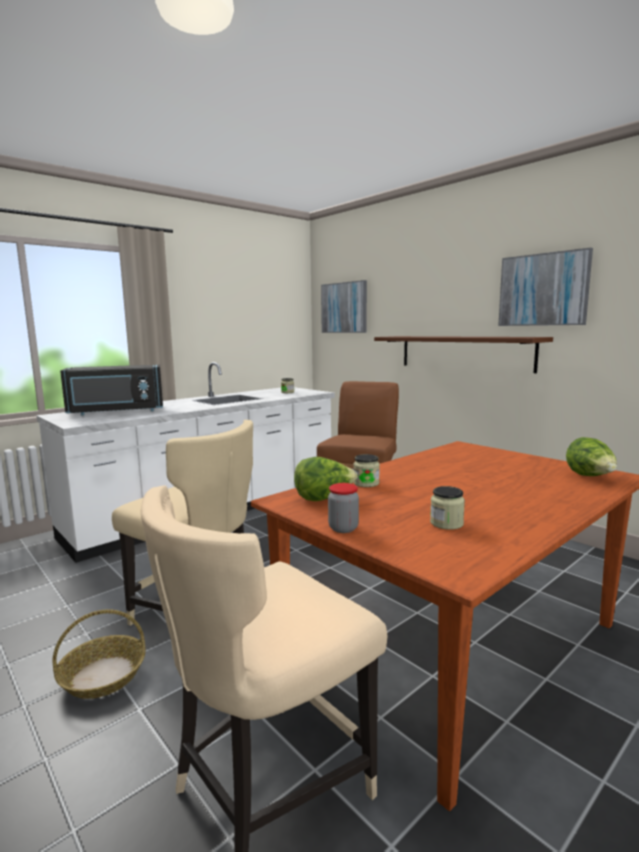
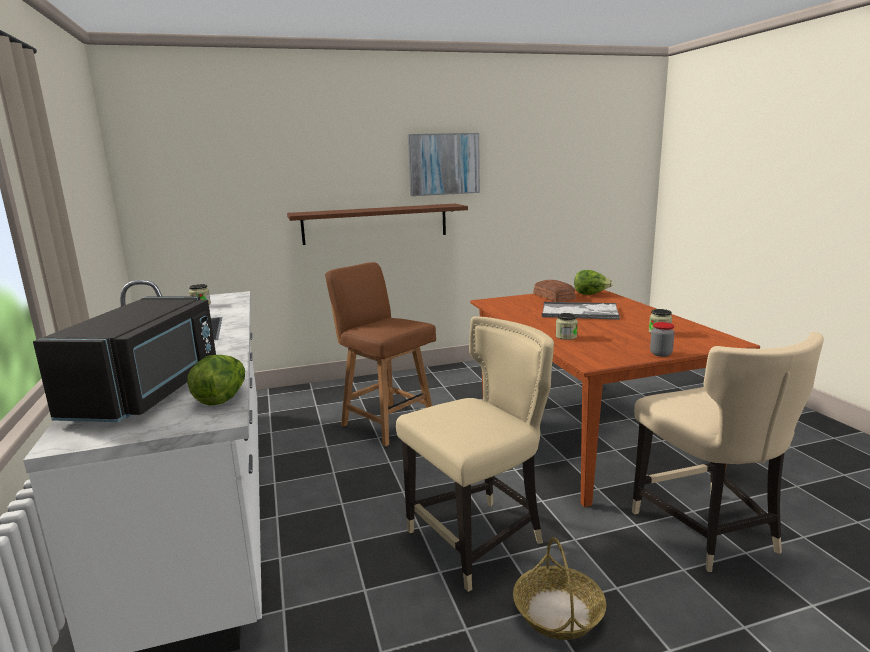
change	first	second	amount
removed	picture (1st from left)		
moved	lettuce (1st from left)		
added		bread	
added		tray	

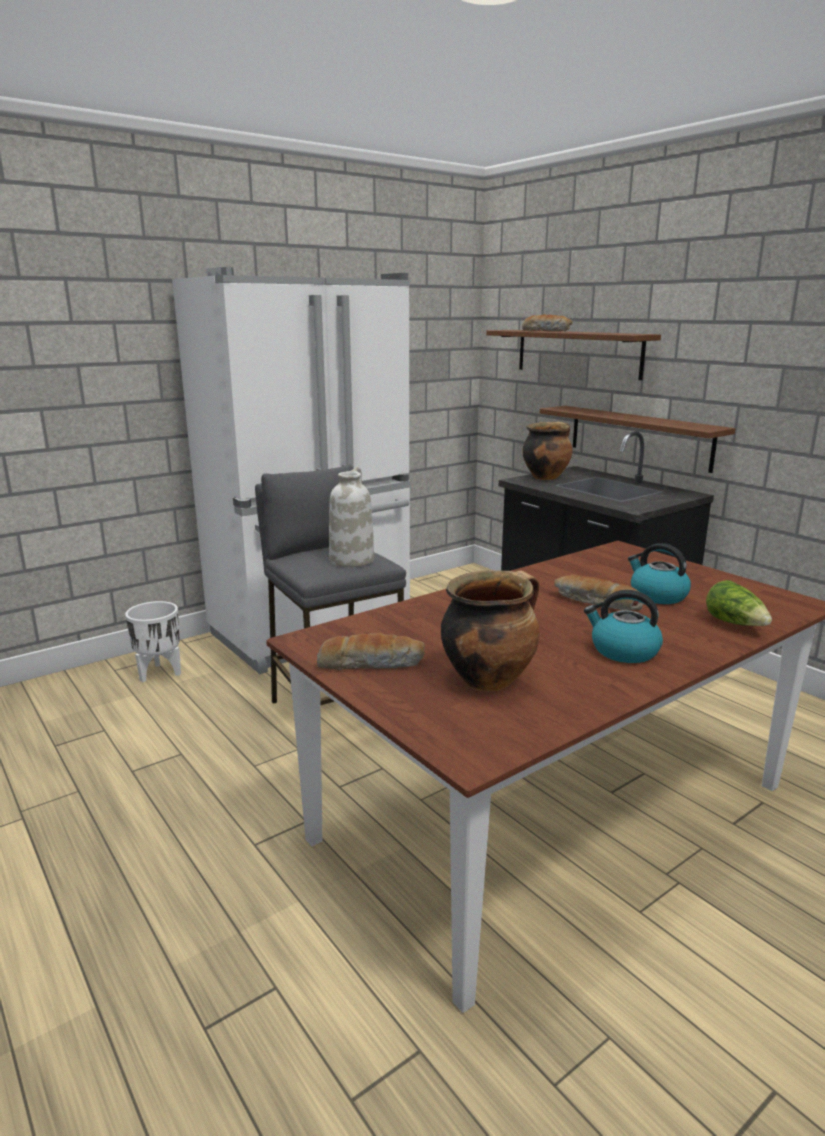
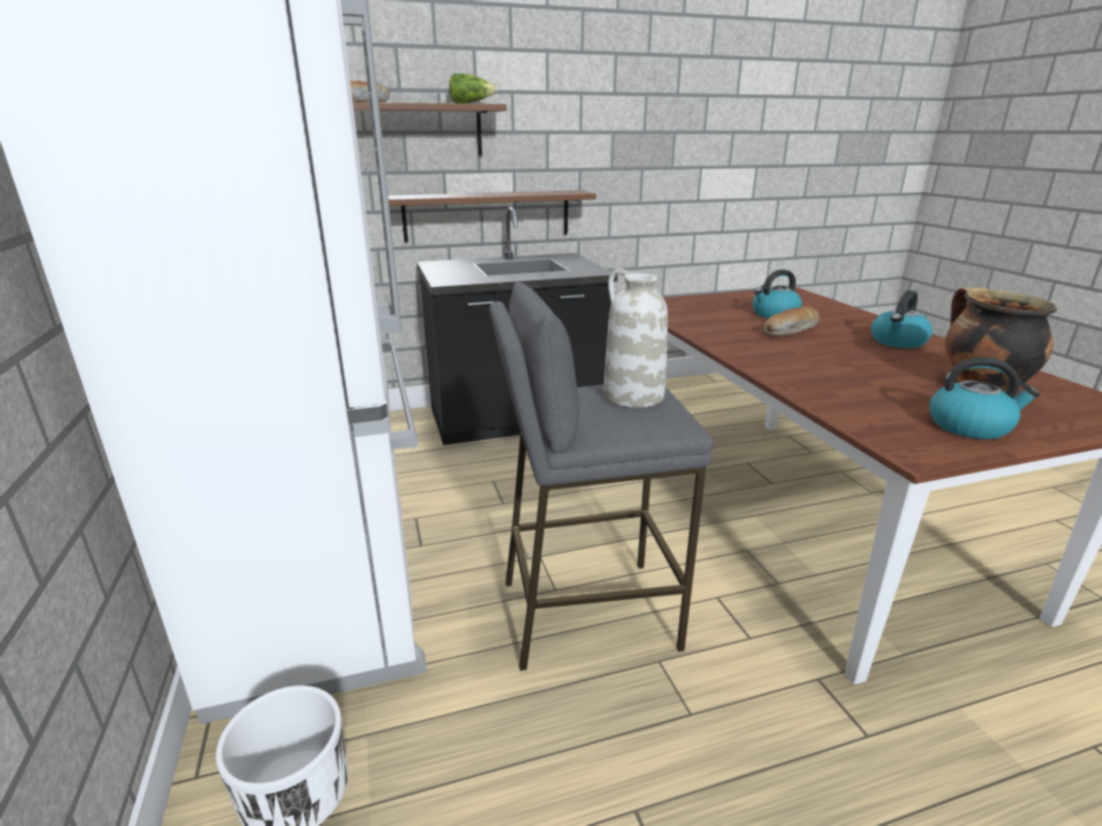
change	first	second	amount
removed	cooking pot (2nd from left)		
moved	lettuce		
replaced	bread (1st from left)	kettle (3rd from left)	

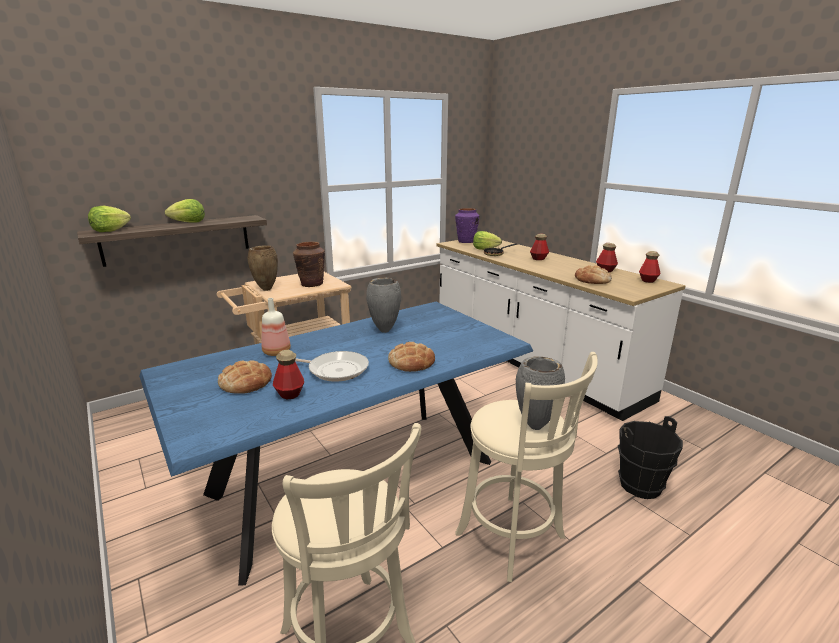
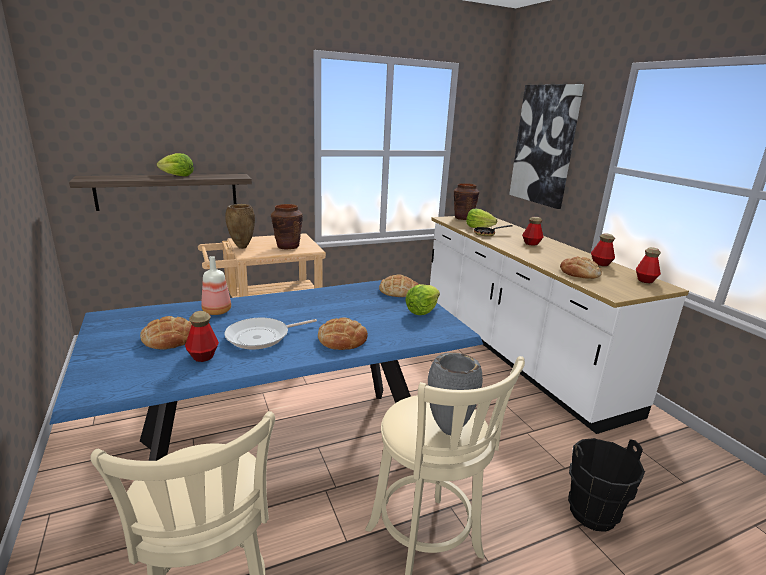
change	first	second	amount
moved	lettuce (1st from left in the first image)	lettuce (2nd from left)	
recoloured	purple vase	brown vase (3rd from left)	
removed	grey vase (1st from left)		
turned	frying pan (1st from left)		120 degrees clockwise
added		picture	
added		bread (3rd from left)	

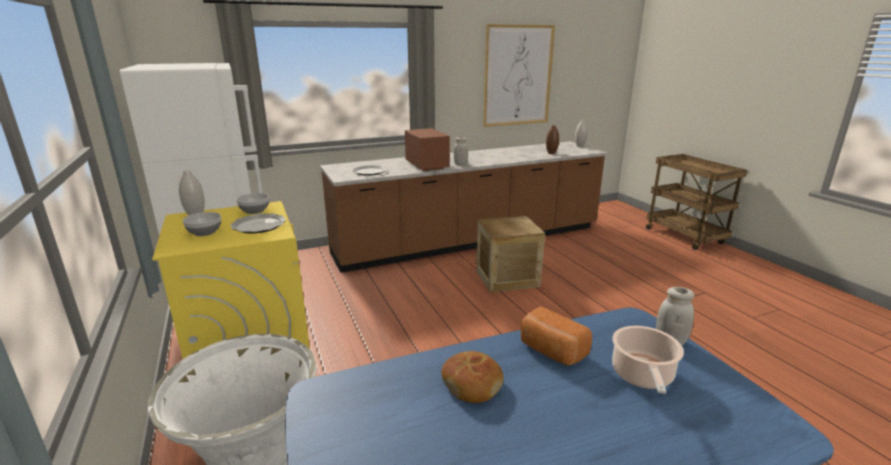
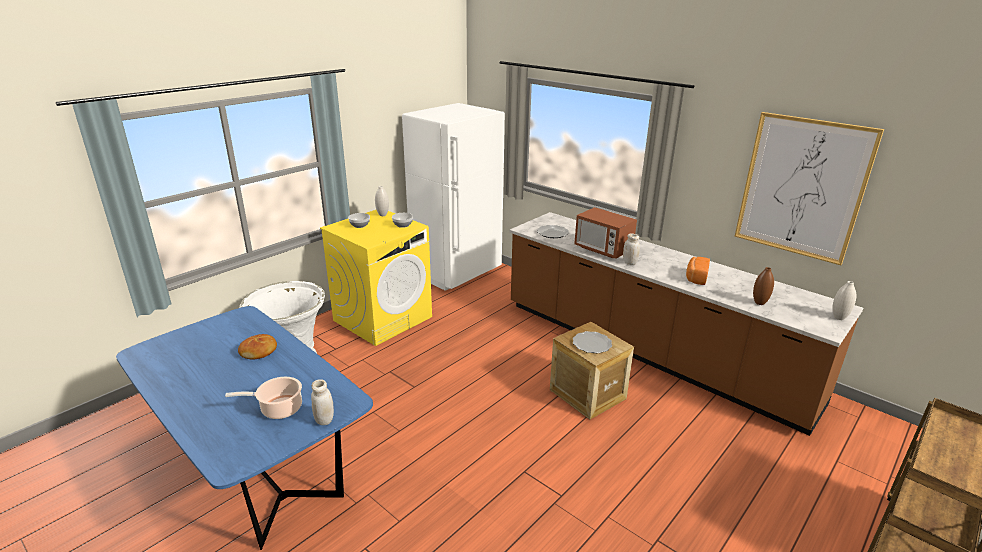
change	first	second	amount
turned	microwave		90 degrees clockwise
moved	plate (1st from left in the first image)	plate (2nd from left)	
moved	bread (2nd from left)		

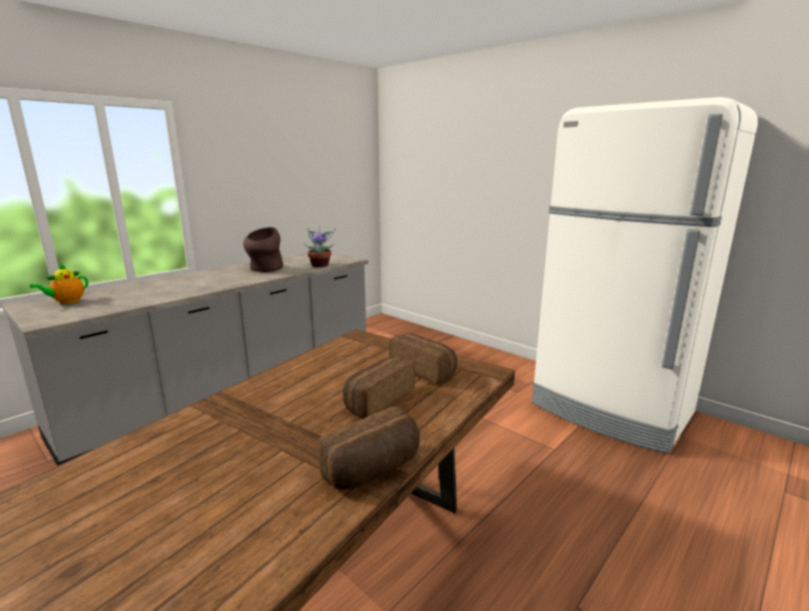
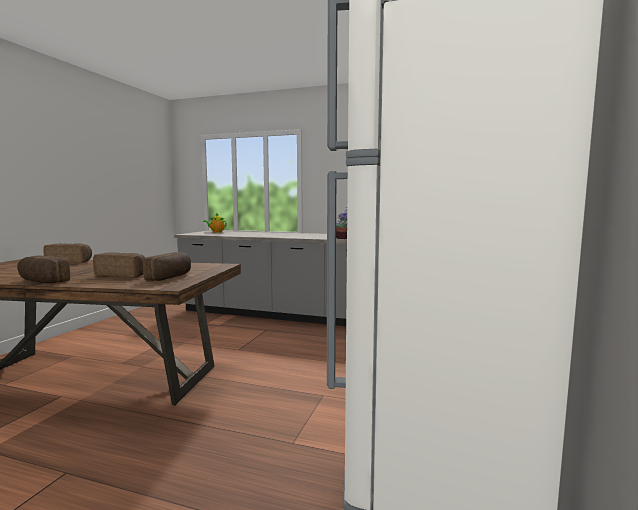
change	first	second	amount
removed	brown vase		
added		bread (2nd from left)	

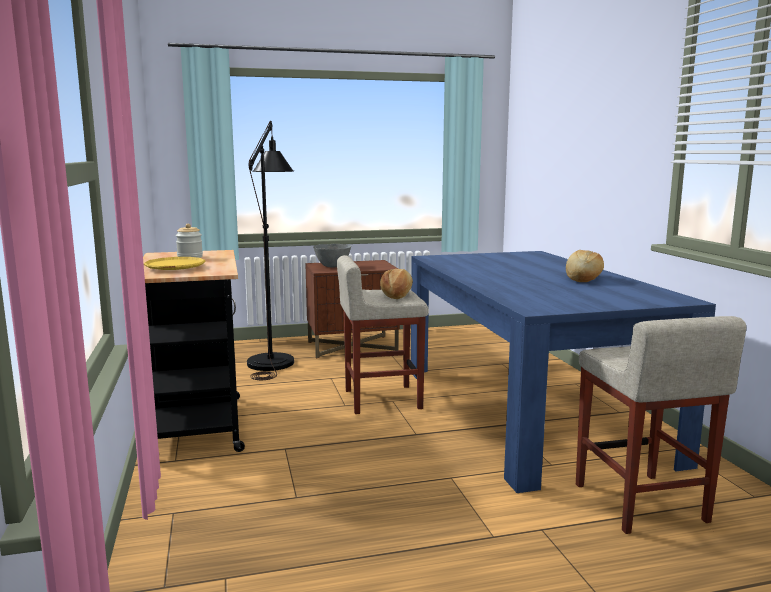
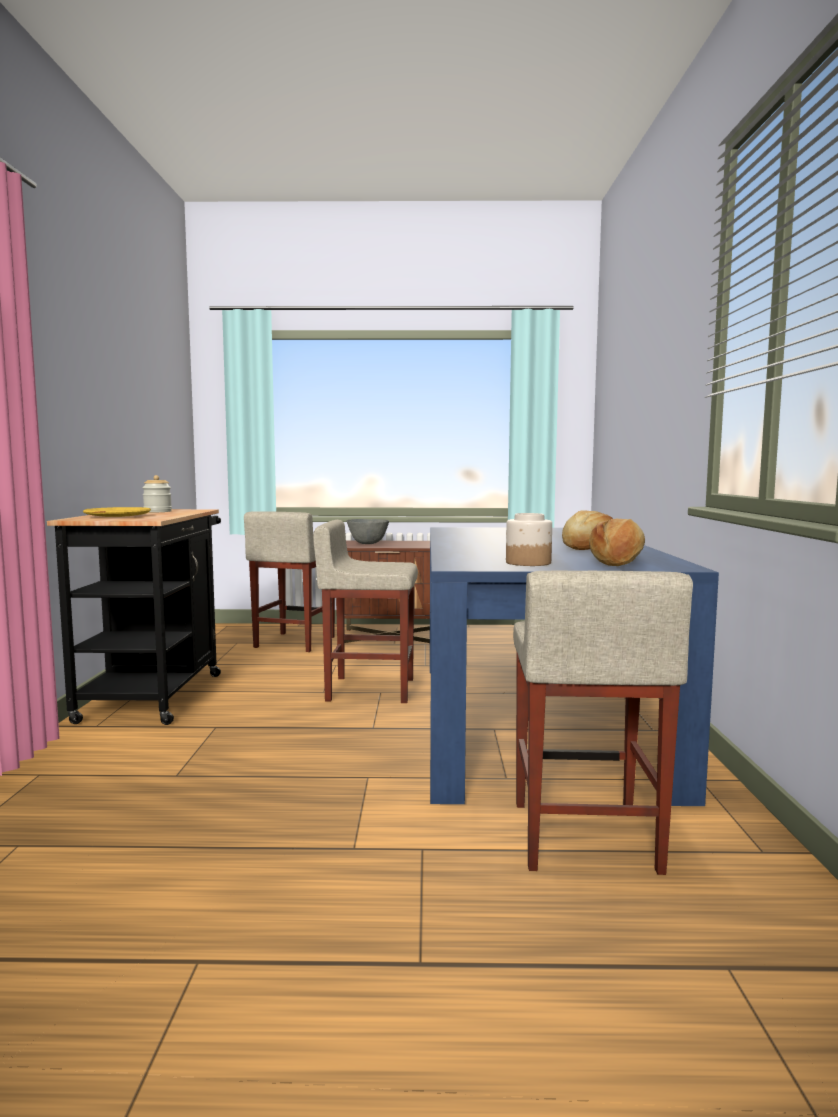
change	first	second	amount
replaced	black floor lamp	beige stool (1st from left)	
moved	bread (1st from left in the first image)	bread (2nd from left)	
added		jar (2nd from left)	

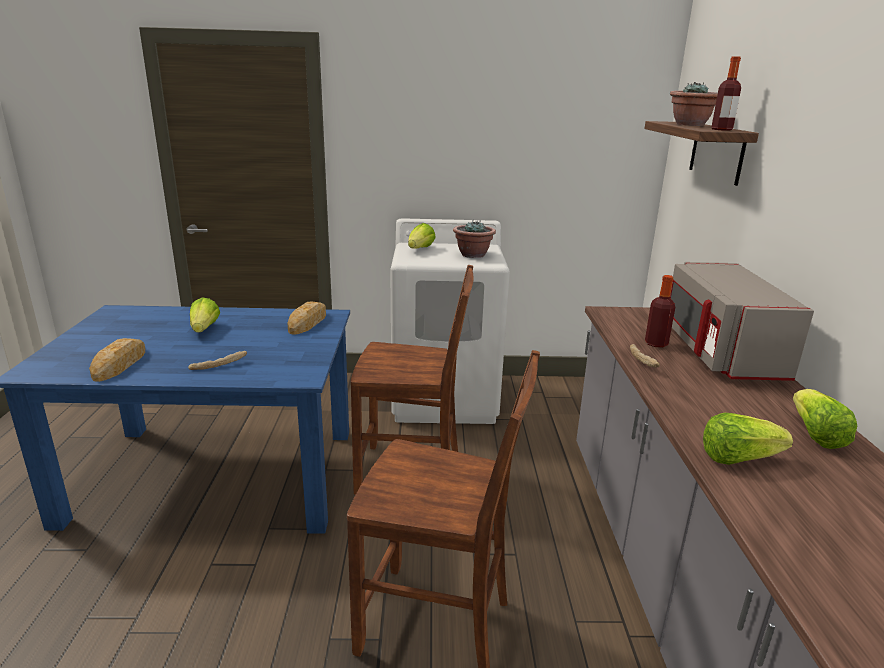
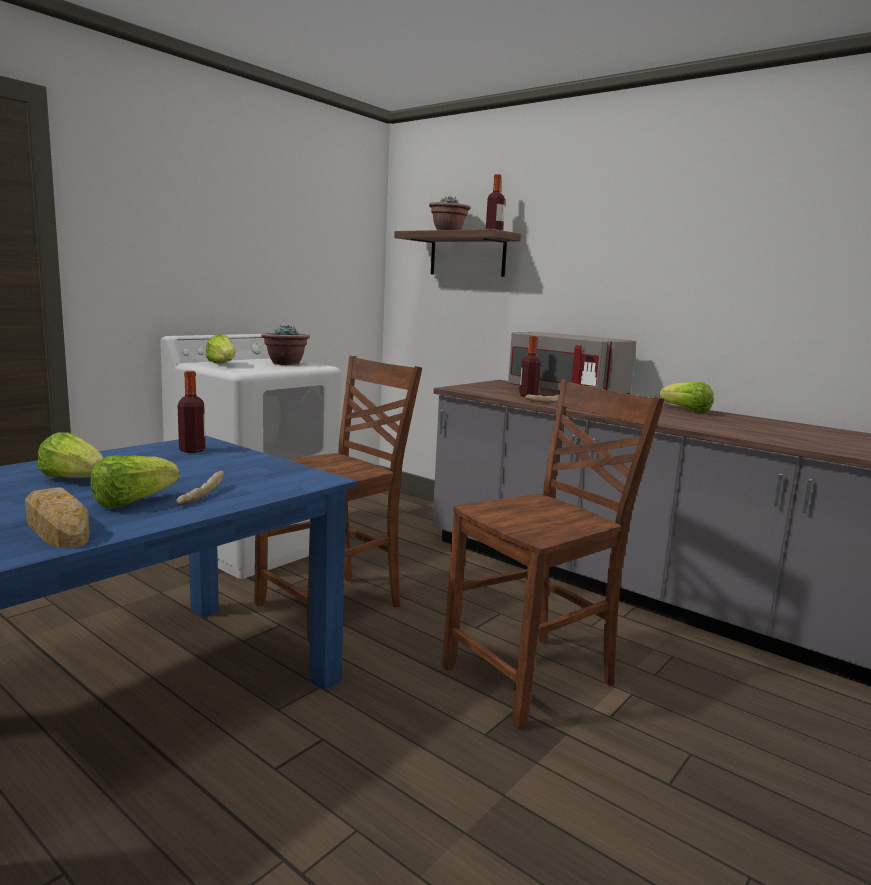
change	first	second	amount
replaced	bread (3rd from left)	bottle (1st from left)	
moved	lettuce (3rd from left in the first image)	lettuce (2nd from left)	

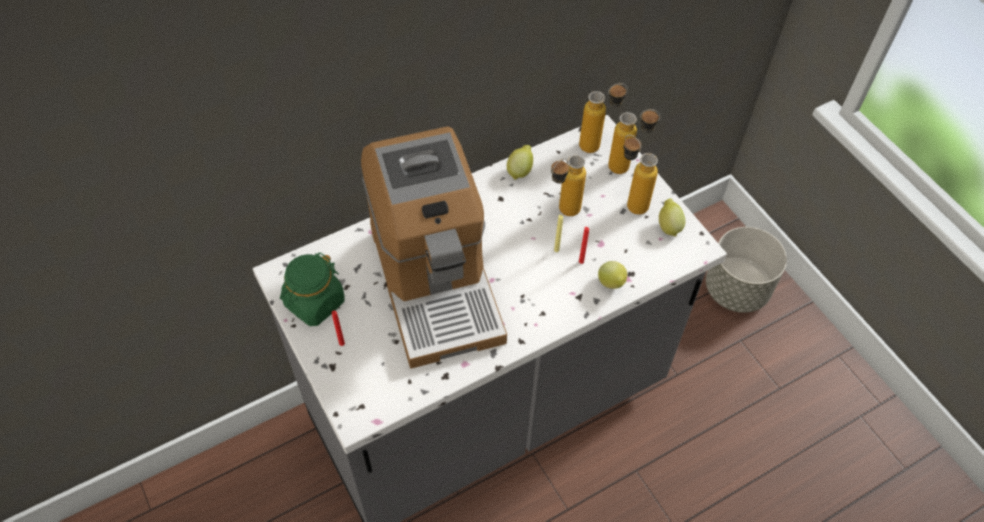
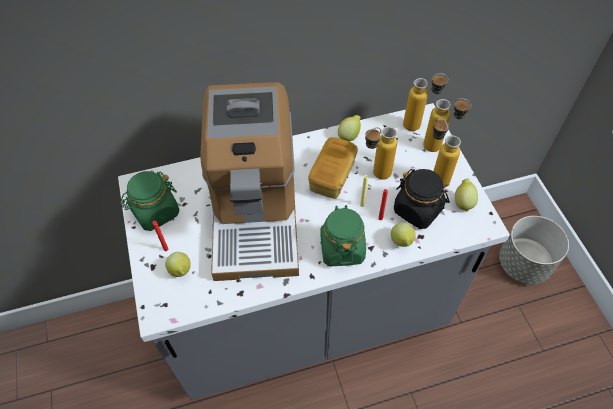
change	first	second	amount
added		bread	
added		black jar	
added		green jar (2nd from left)	
added		lemon (1st from left)	

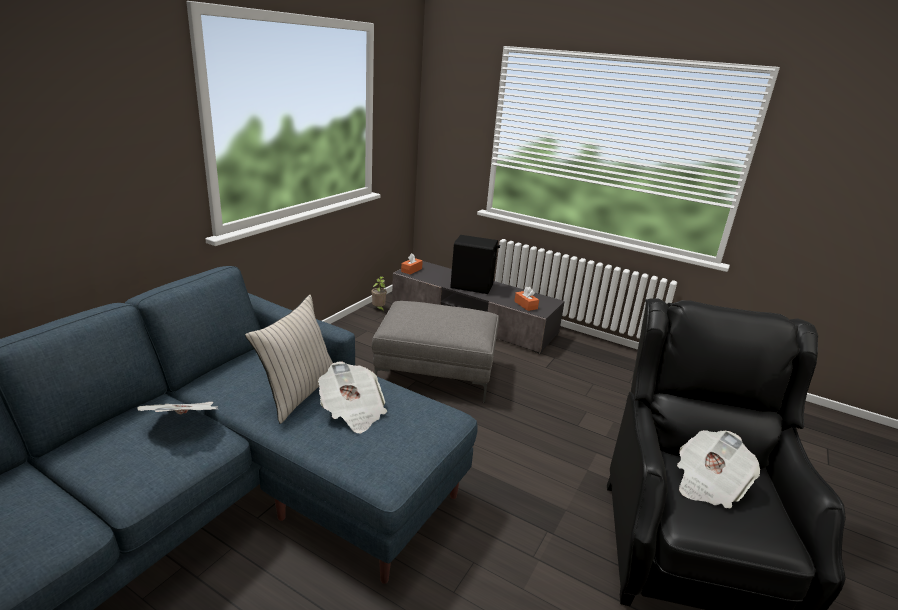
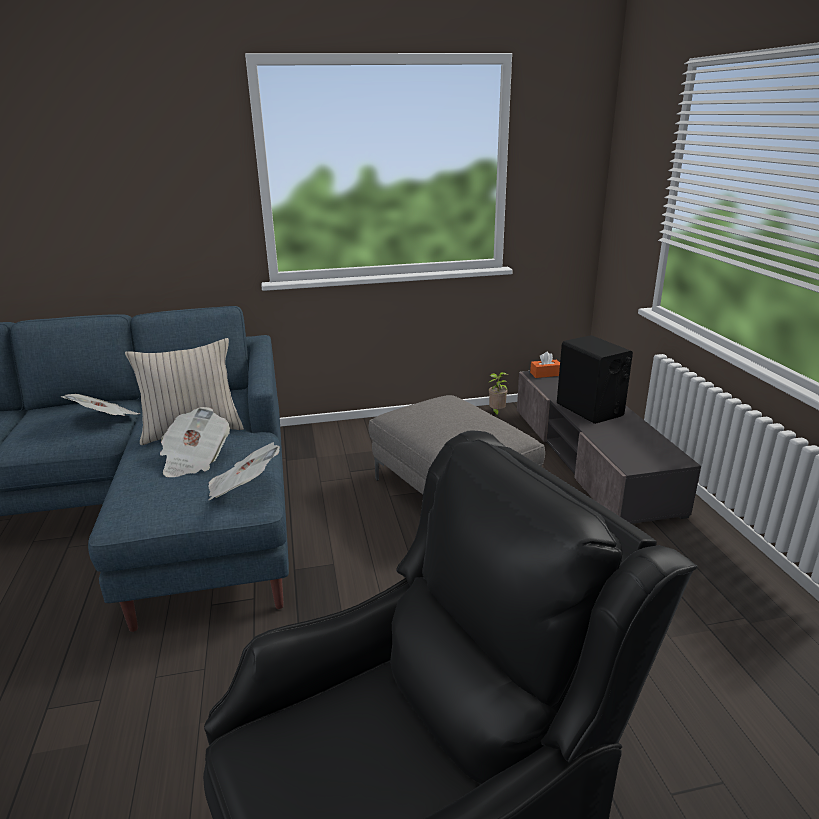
change	first	second	amount
removed	orange tissue box (2nd from left)		
moved	newspaper (3rd from left)		

